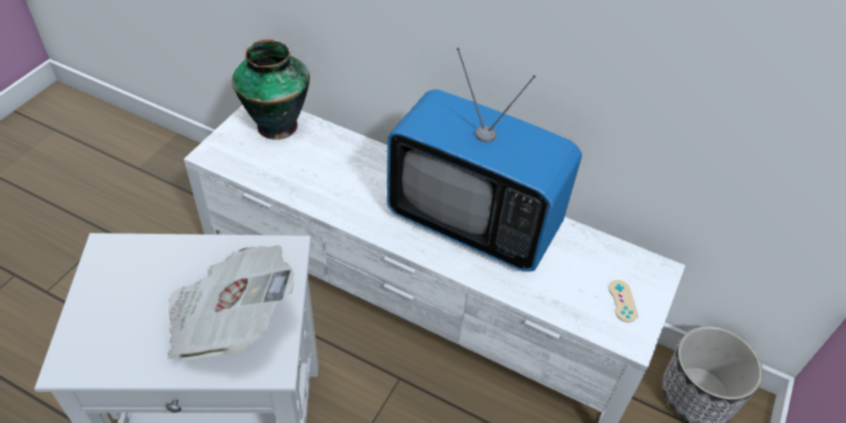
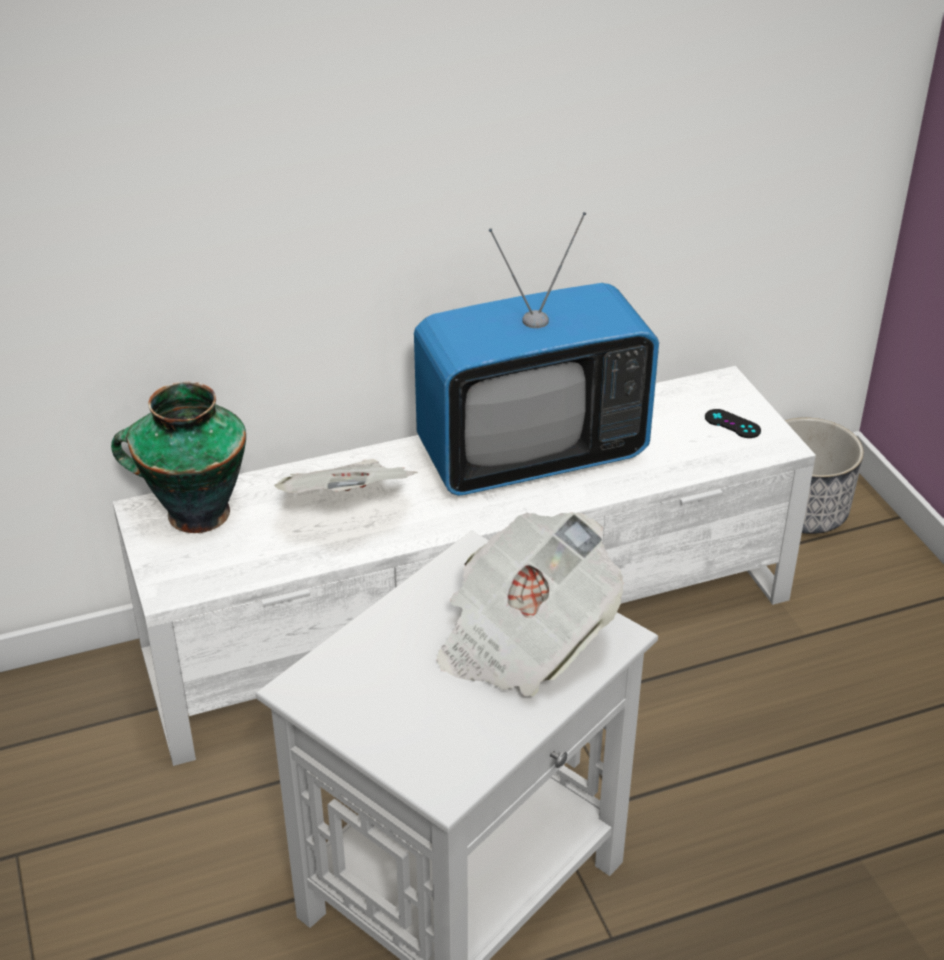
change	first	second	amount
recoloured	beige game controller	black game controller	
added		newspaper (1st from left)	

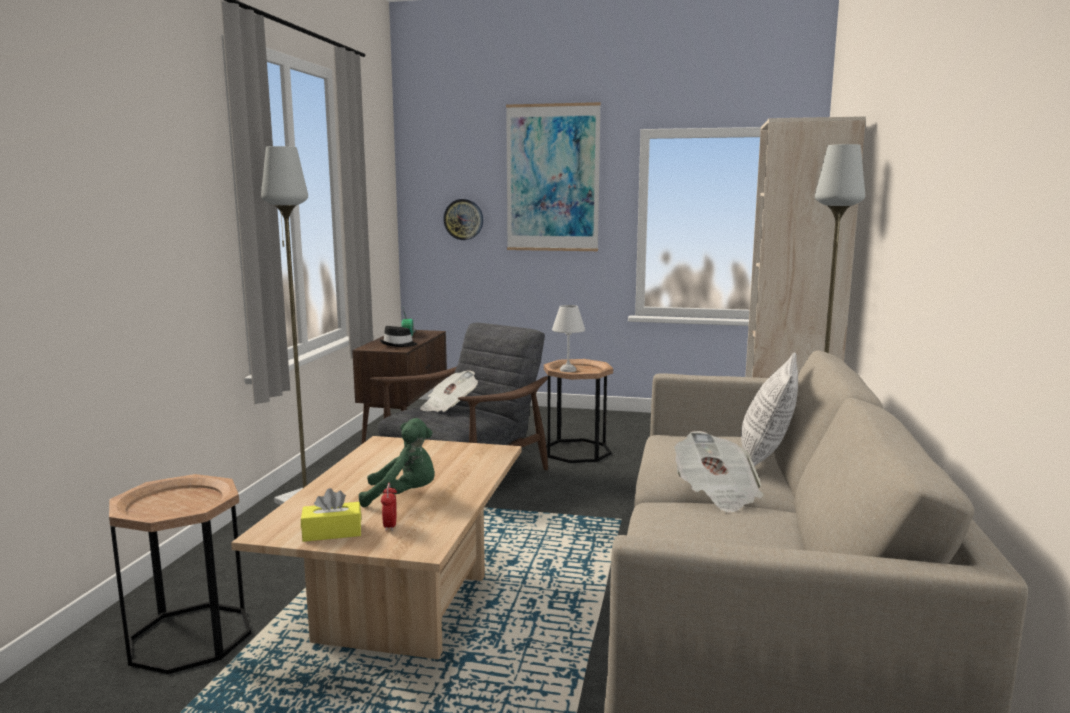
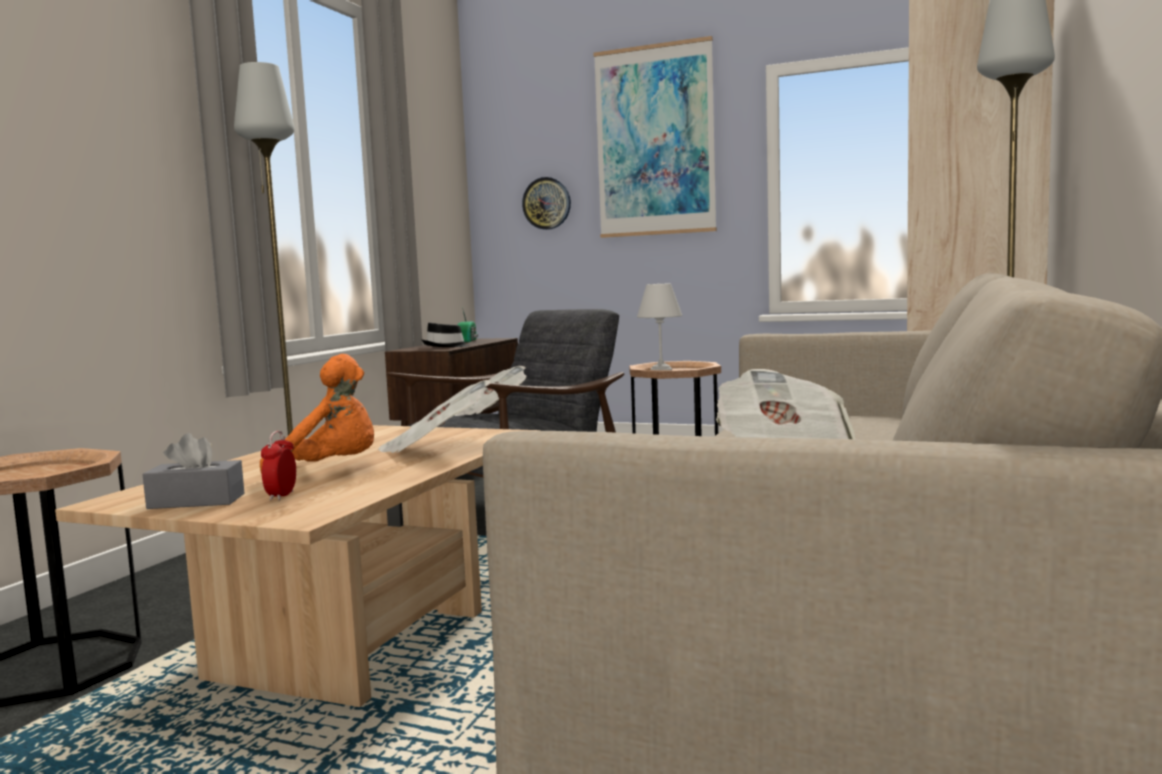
change	first	second	amount
removed	pillow		
recoloured	green plush toy	orange plush toy	
recoloured	yellow tissue box	grey tissue box	
added		newspaper (1st from left)	

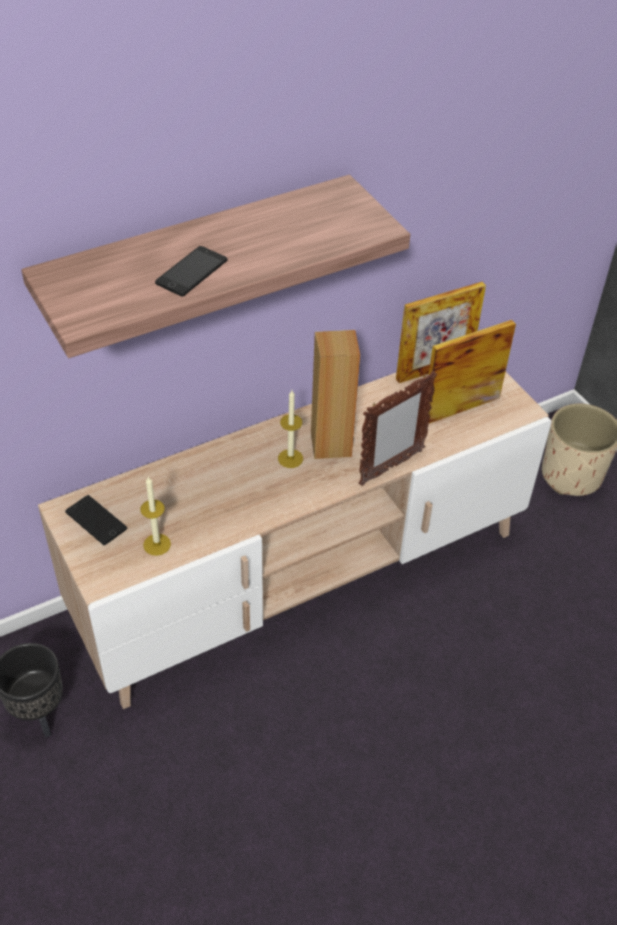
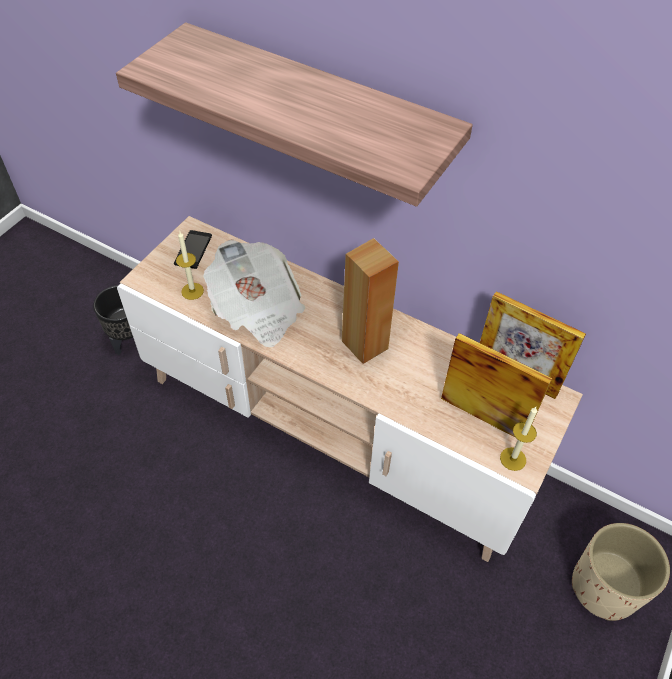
change	first	second	amount
removed	phone (2nd from left)		
removed	picture frame (1st from left)		
moved	candle (2nd from left)		
added		newspaper	

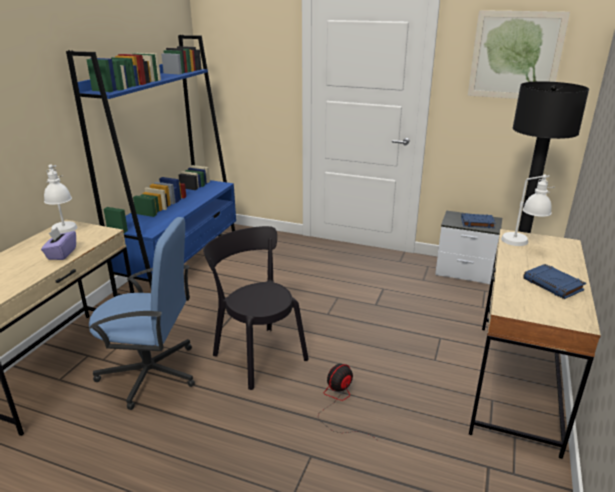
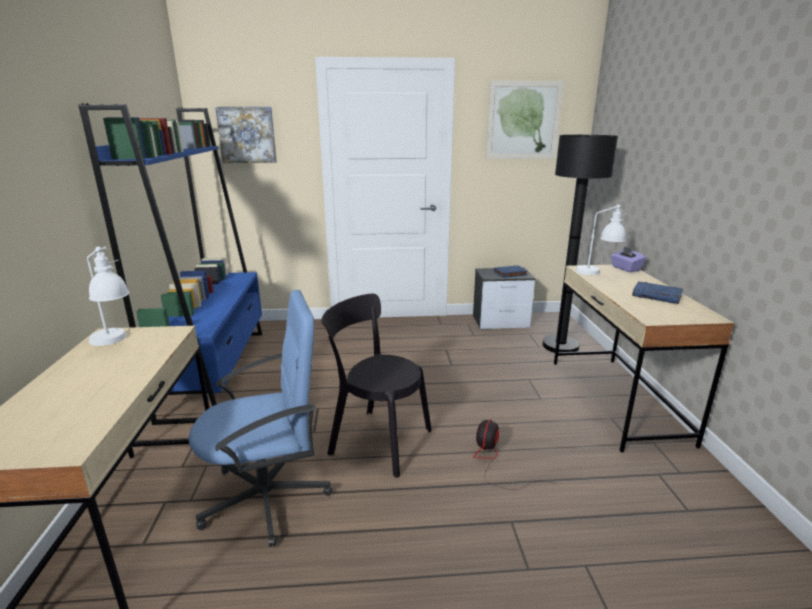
change	first	second	amount
moved	purple tissue box		
added		picture (1st from left)	

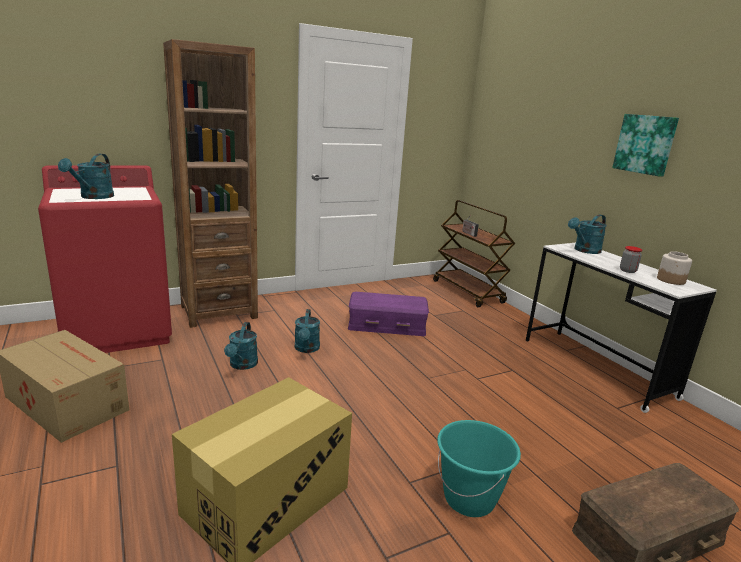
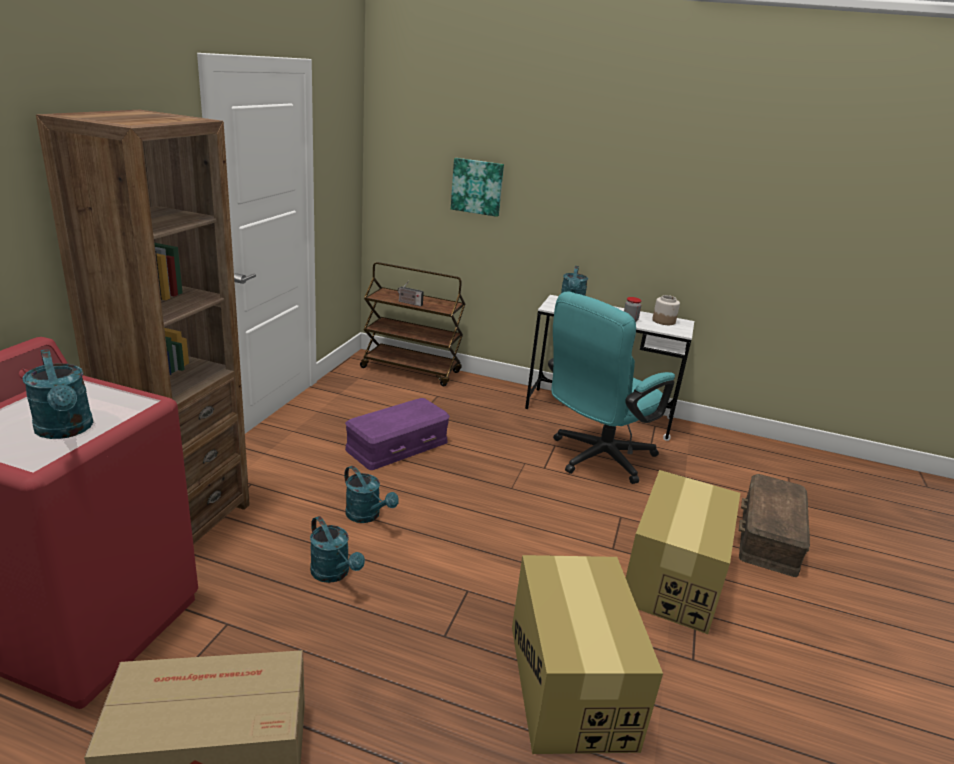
change	first	second	amount
moved	picture		
replaced	turquoise bucket	cardboard box (3rd from left)	
added		turquoise office chair	

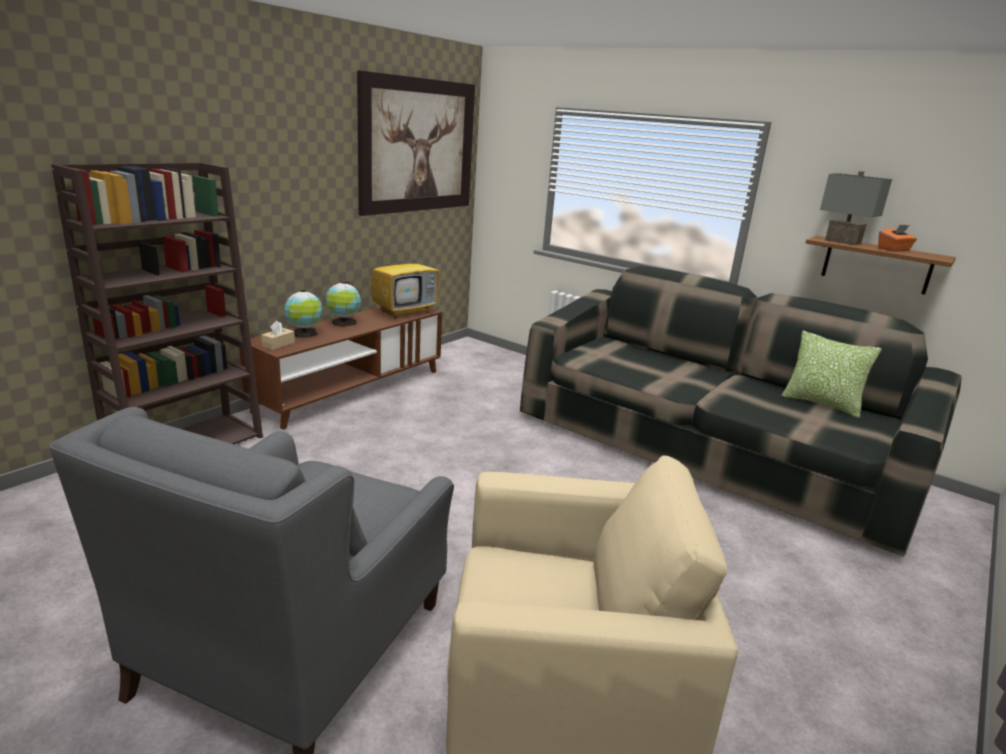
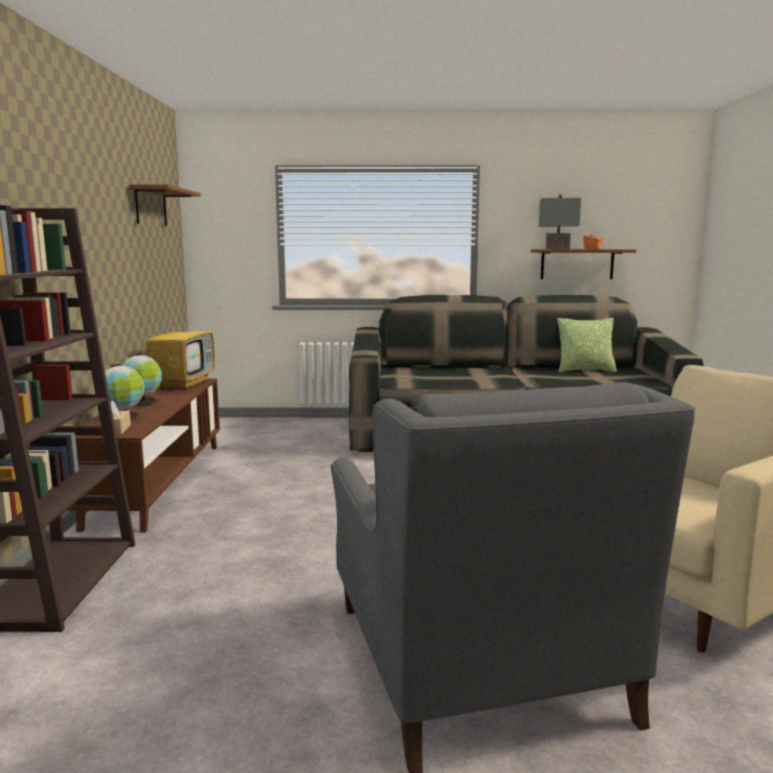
change	first	second	amount
replaced	picture	brown shelf (1st from left)	

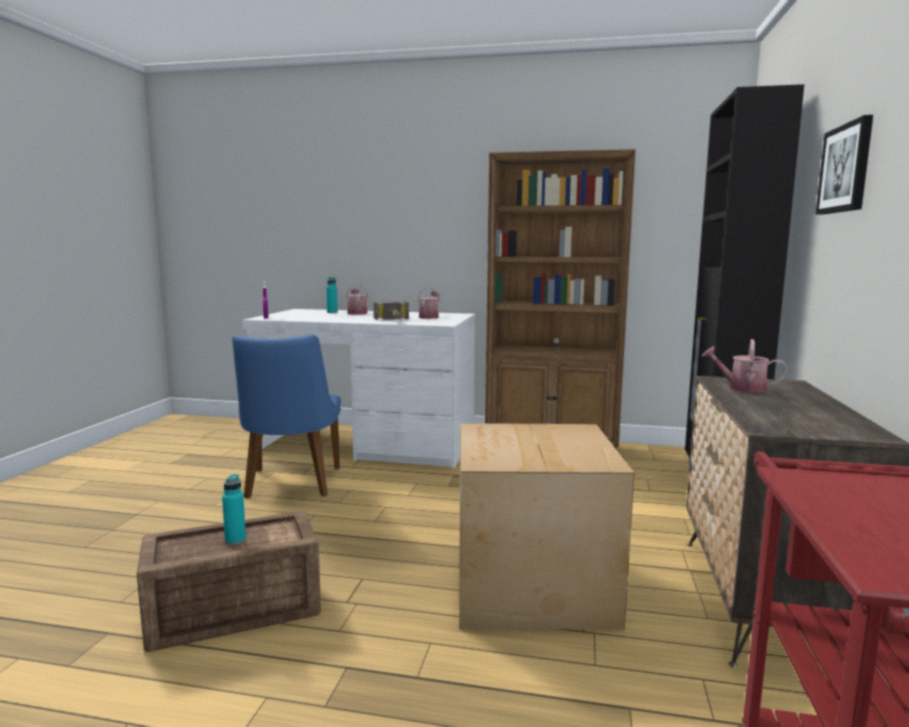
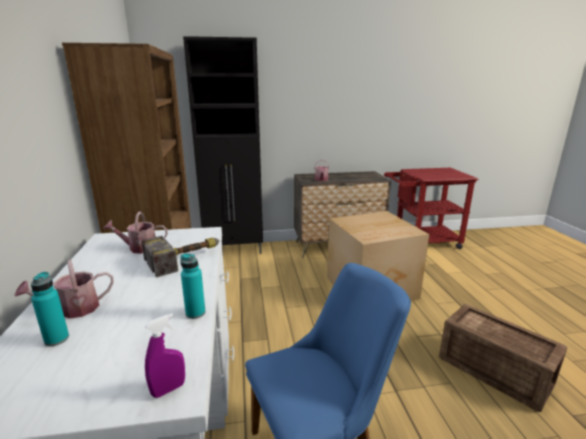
change	first	second	amount
removed	picture		
moved	turquoise bottle (1st from left in the first image)	turquoise bottle (2nd from left)	

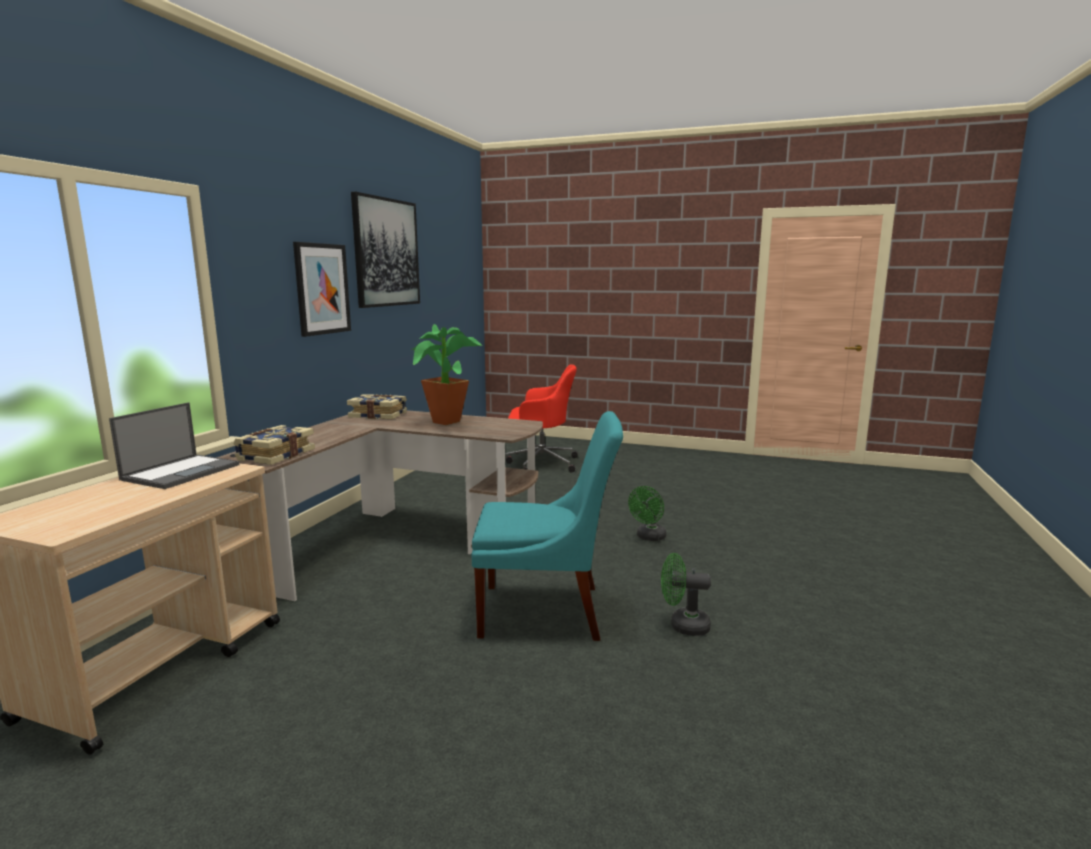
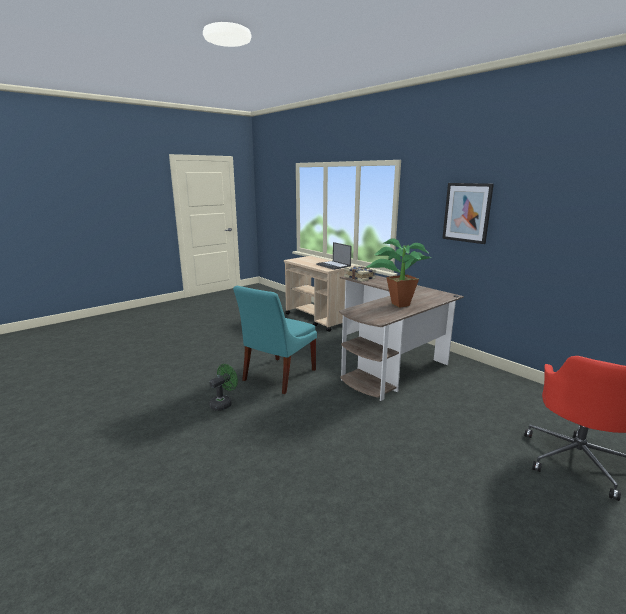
change	first	second	amount
removed	picture (2nd from left)		
removed	book (2nd from left)		
removed	green fan (1st from left)		

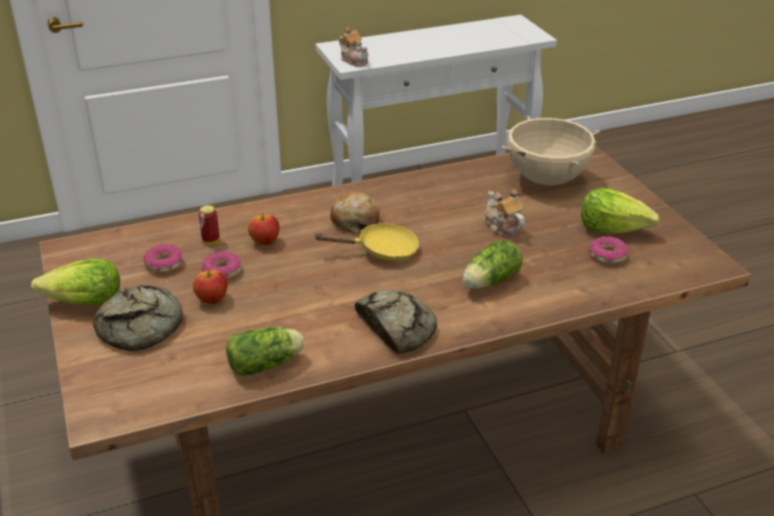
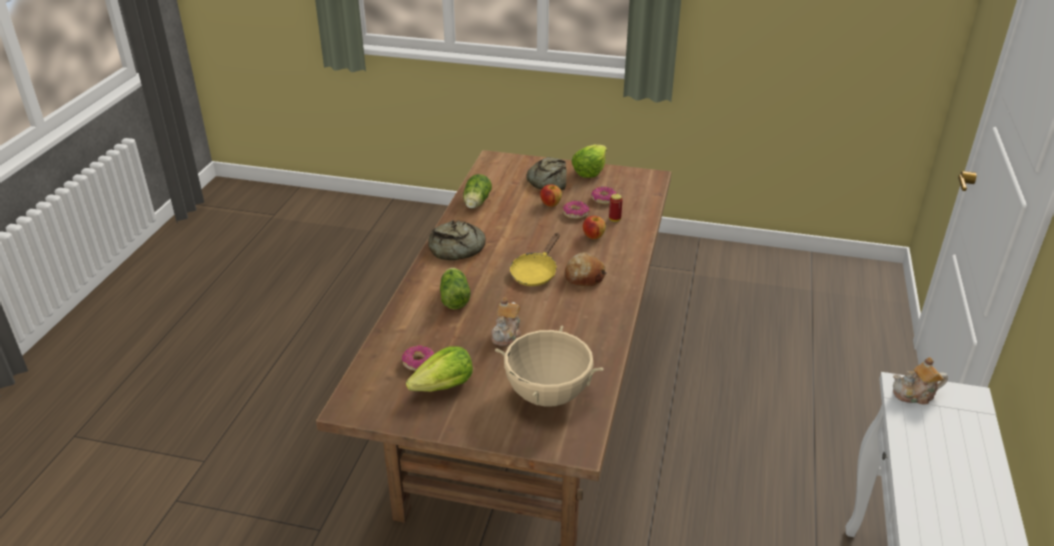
change	first	second	amount
turned	teapot (2nd from left in the first image)	teapot (1st from left)	105 degrees clockwise

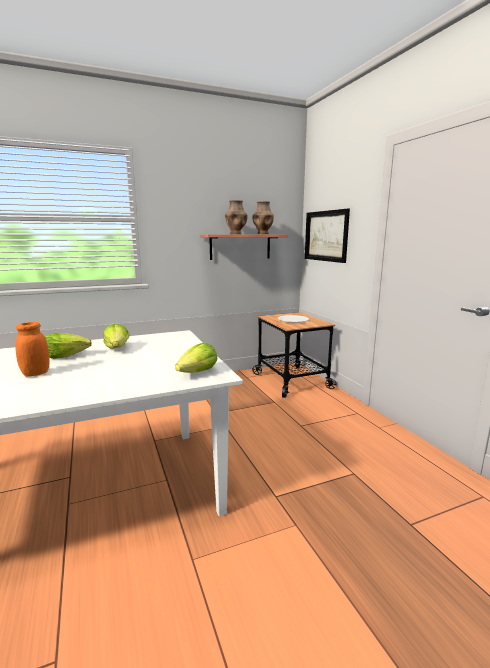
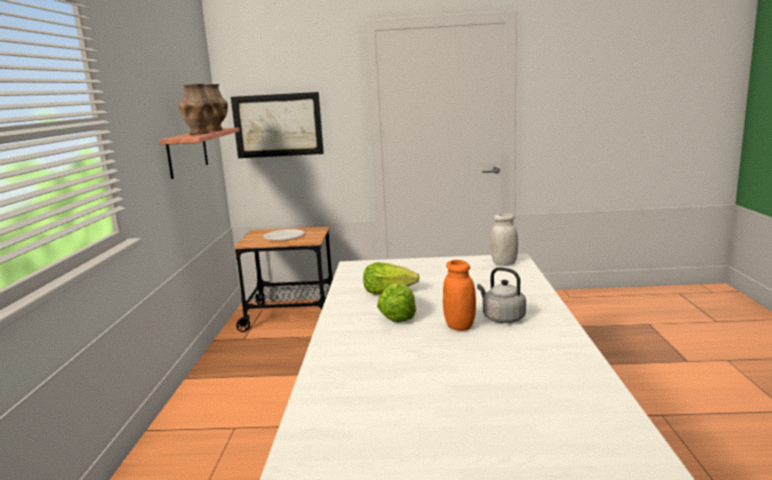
change	first	second	amount
replaced	lettuce (3rd from left)	white jar	
added		grey kettle	

